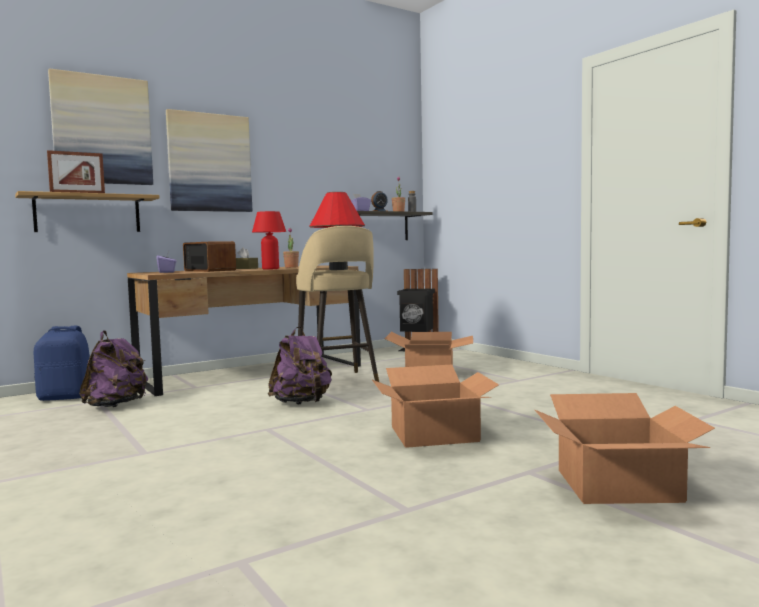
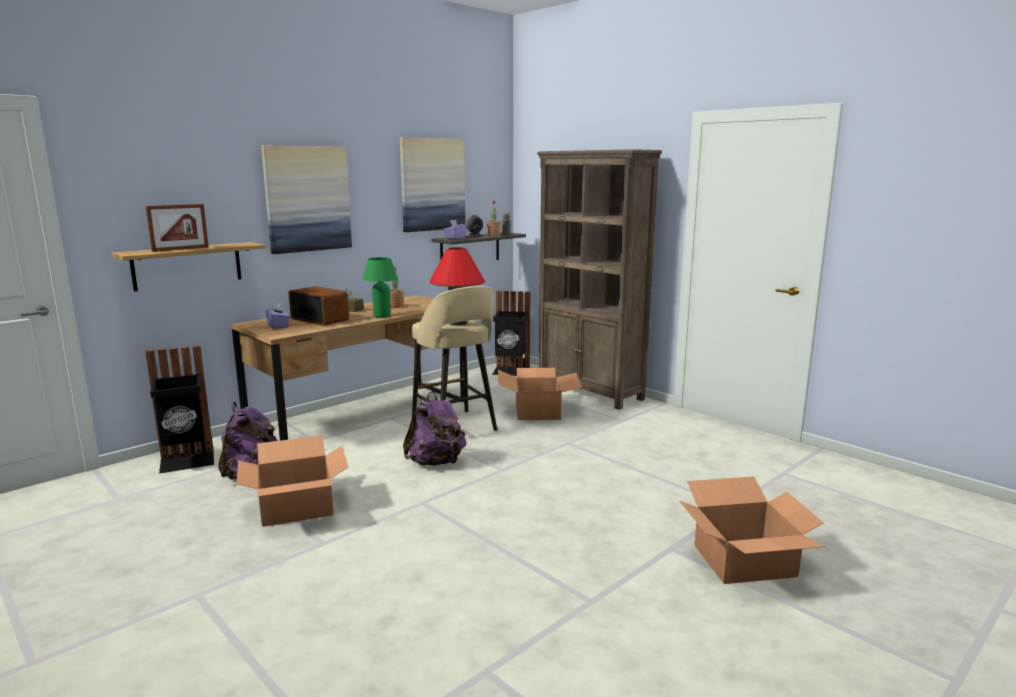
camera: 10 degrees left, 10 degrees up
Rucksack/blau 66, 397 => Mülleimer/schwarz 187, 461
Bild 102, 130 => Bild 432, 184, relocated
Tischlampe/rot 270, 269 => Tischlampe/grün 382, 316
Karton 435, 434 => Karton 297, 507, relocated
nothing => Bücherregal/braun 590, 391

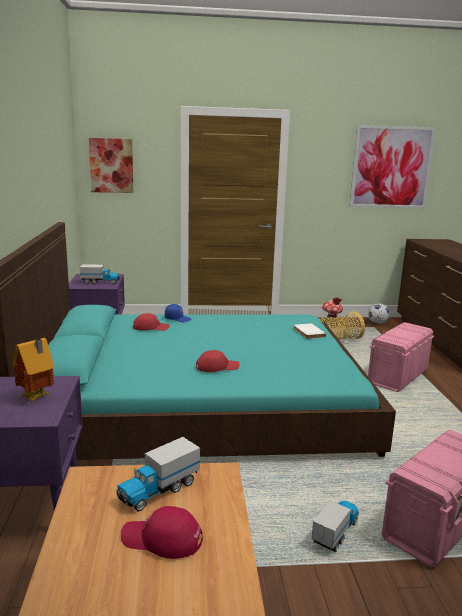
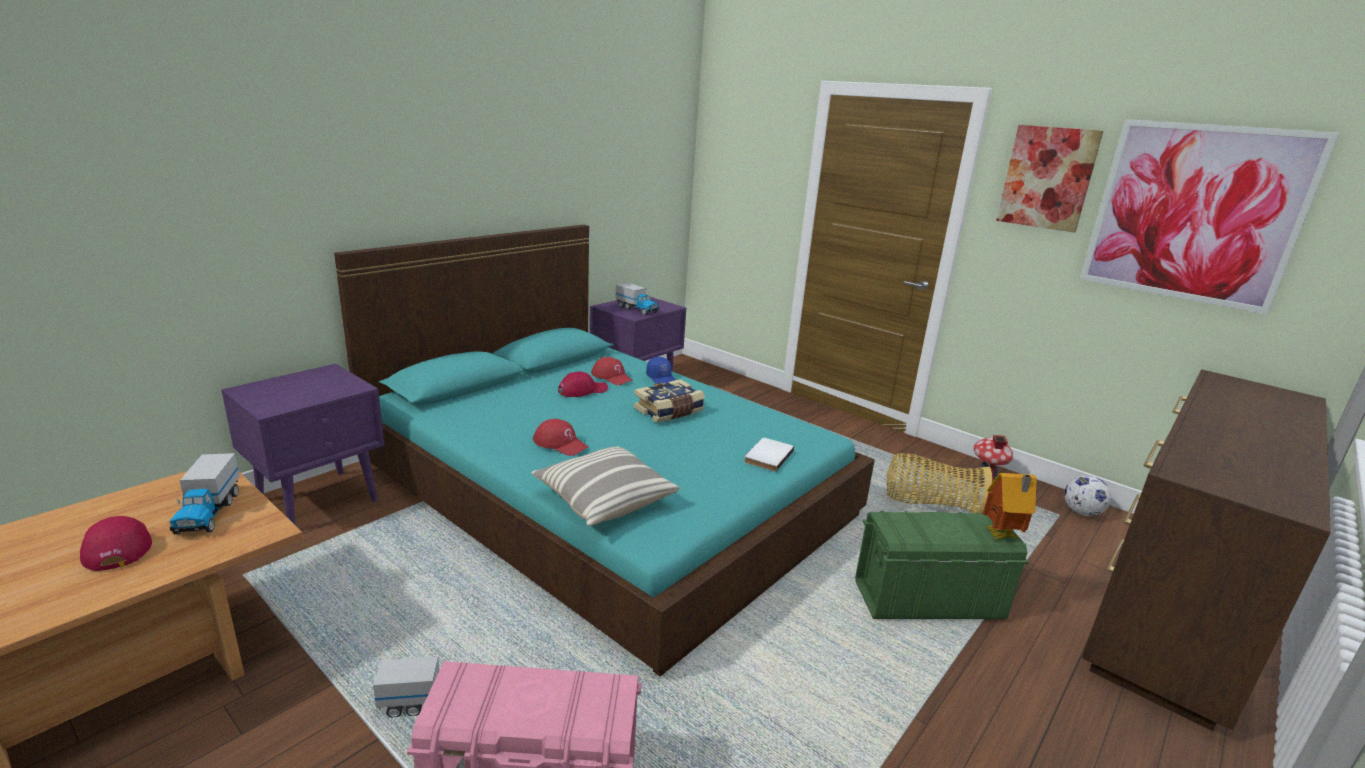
camera: 45 degrees right, 5 degrees up
Spielzeughaus 37, 397 => Spielzeughaus 1002, 536, relocated
Bild 111, 165 => Bild 1047, 178, relocated
Spielzeuglaster 158, 490 => Spielzeuglaster 208, 513, 105 degrees counterclockwise
Aufbewahrungsbox/rosa 397, 377 => Aufbewahrungsbox/grün 927, 600
nothing => Kissen 604, 499
nothing => Kappe/rot 582, 390
nothing => Buch 669, 411

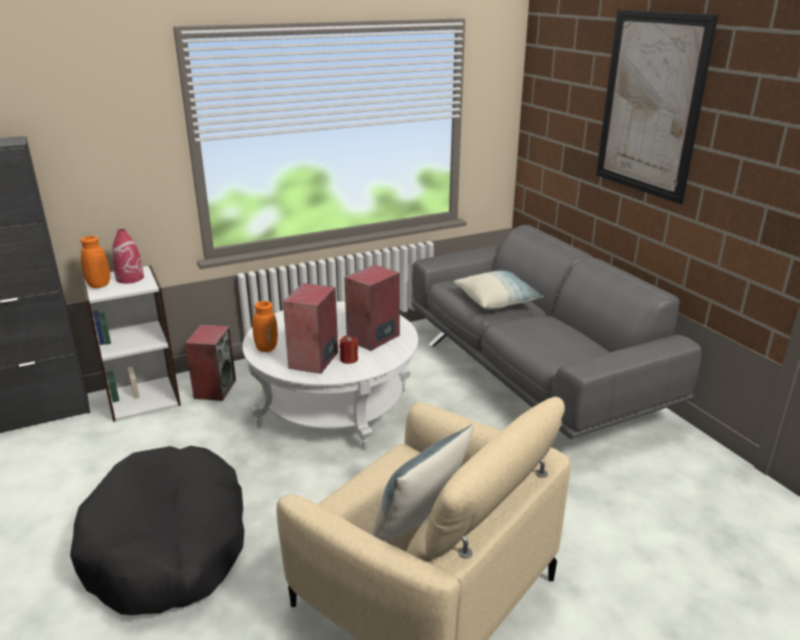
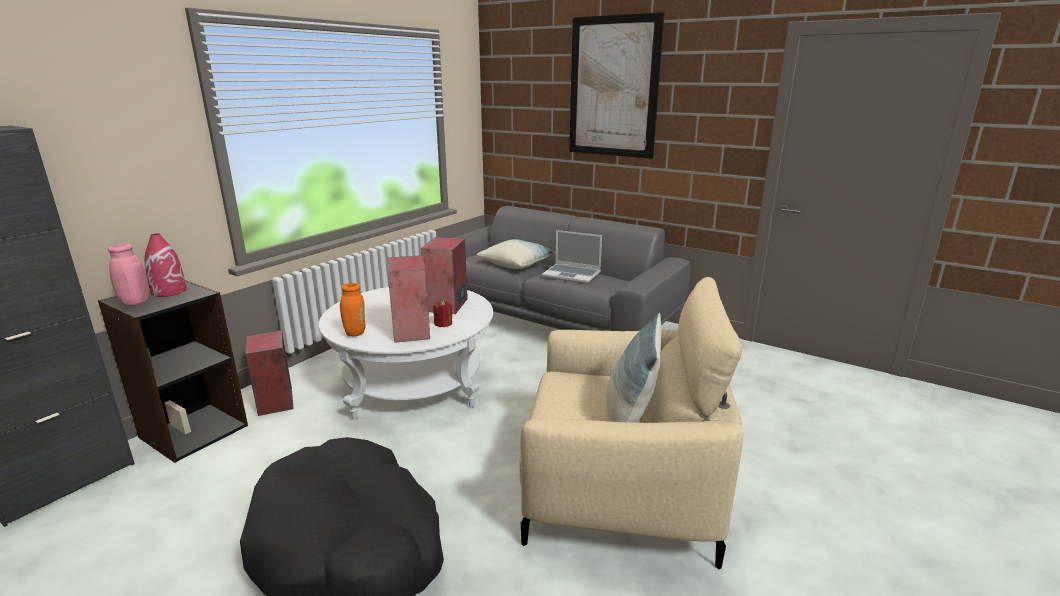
camera: 30 degrees left, 5 degrees down
Vase/orange 98, 286 => Vase/rosa 135, 304
Bücherregal/weiß 143, 397 => Bücherregal/schwarz 193, 431
nothing => Laptop 572, 275

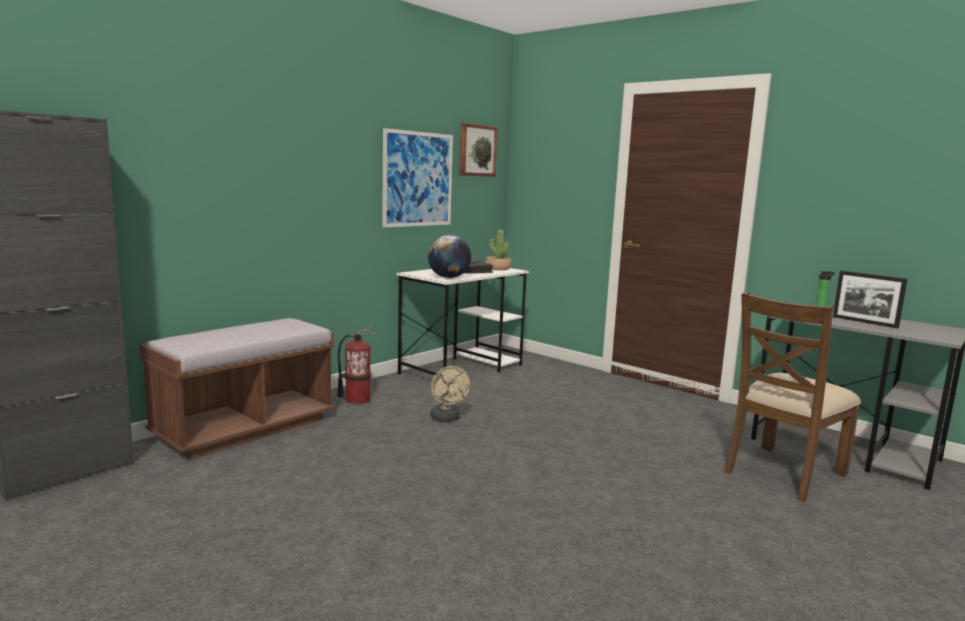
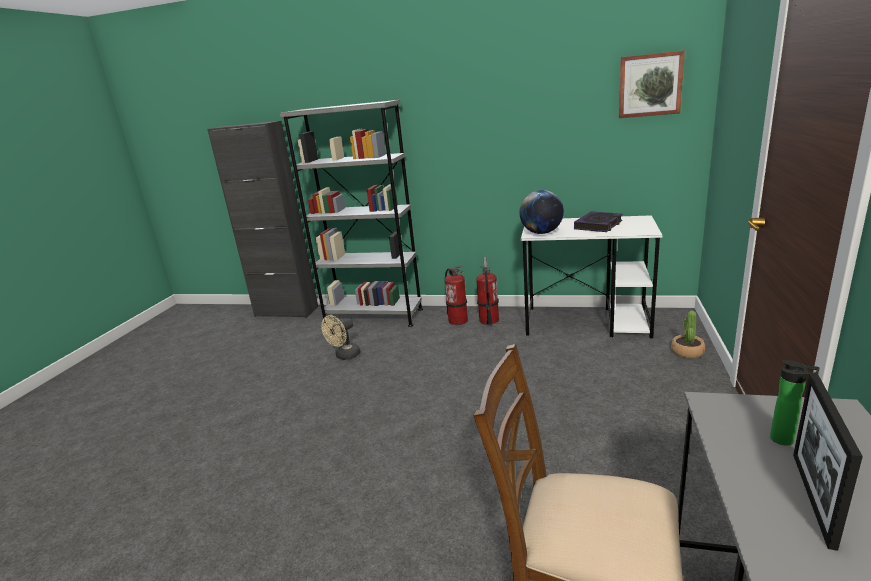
camera: 65 degrees right, 10 degrees up
Bank/braun 245, 428 => Bücherregal/grau 373, 316
Bild 418, 179 => nothing
Ventilator/beige 447, 419 => Ventilator/beige 345, 356, relocated
Topfpflanze 497, 268 => Topfpflanze 687, 352, relocated
nothing => Feuerlöscher 488, 320

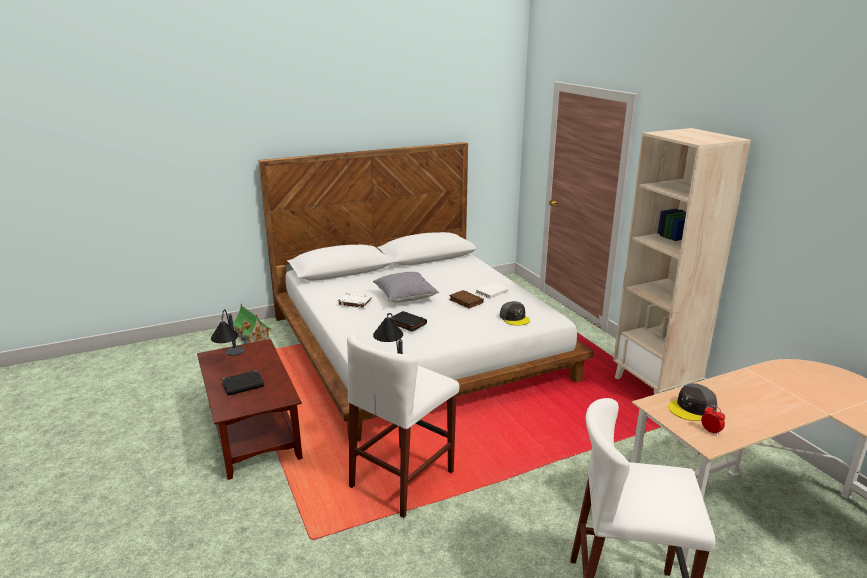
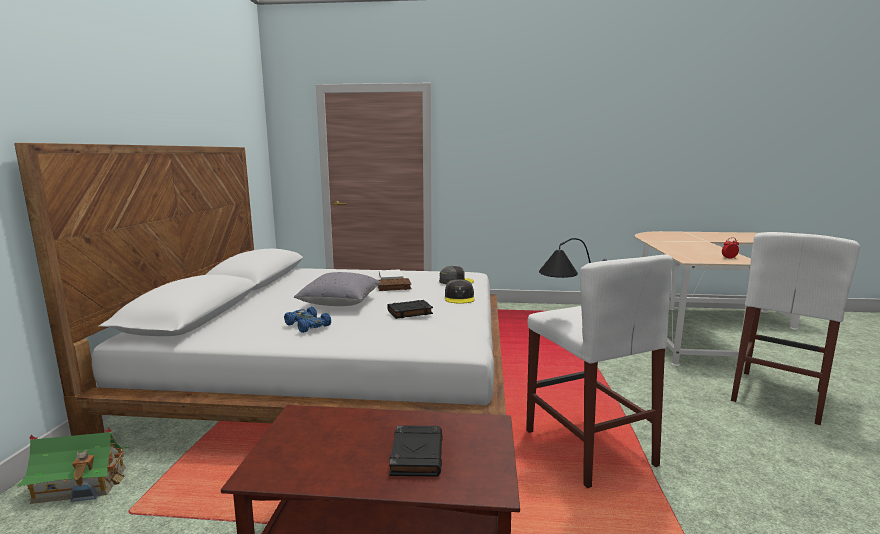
camera: 60 degrees left, 10 degrees down
Tischlampe 231, 360 => nothing
Buch/weiß 354, 303 => Spielzeugauto/blau 307, 325
Bücherregal/beige 655, 387 => nothing
Kappe/grau 692, 408 => Kappe/grau 459, 298, relocated

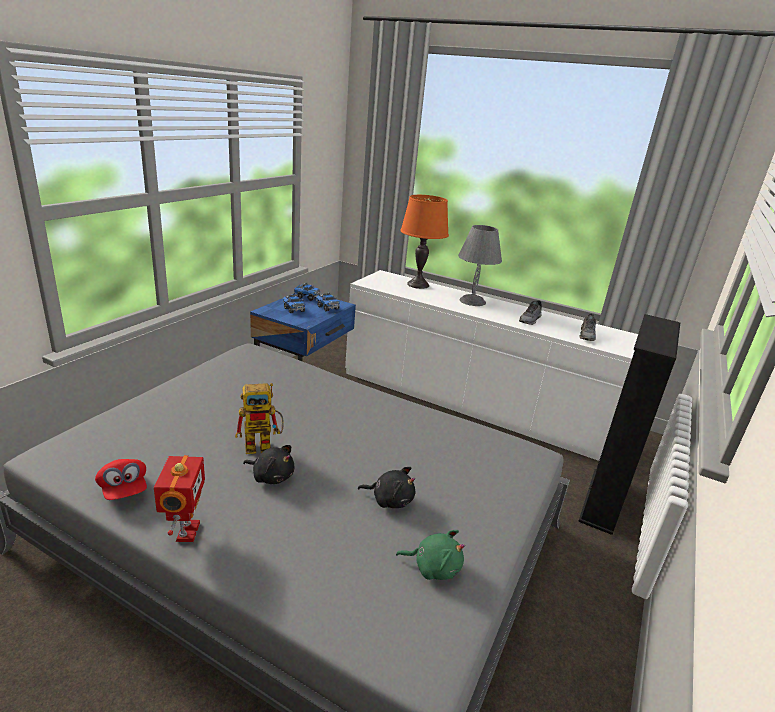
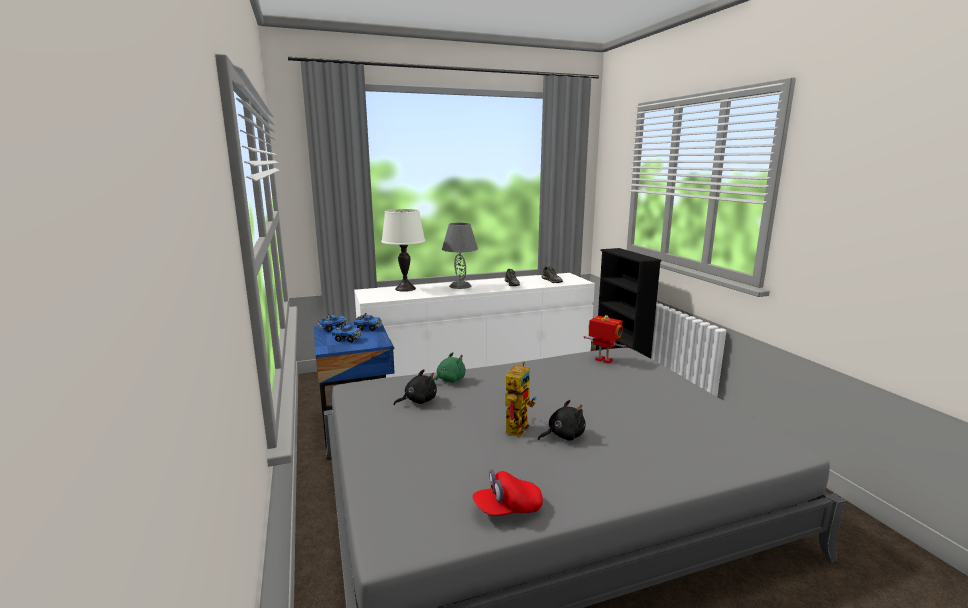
camera: 45 degrees left, 10 degrees down
Kappe/rot 124, 489 => Kappe/rot 507, 509, 150 degrees clockwise
Spielzeugroboter 185, 532 => Spielzeugroboter 603, 360, relocated
Plüschtier/schwarz 390, 499 => Plüschtier/schwarz 418, 401, relocated
Plüschtier/grün 433, 567 => Plüschtier/grün 448, 380, relocated
Tischlampe/orange 418, 285 => Tischlampe/weiß 405, 289

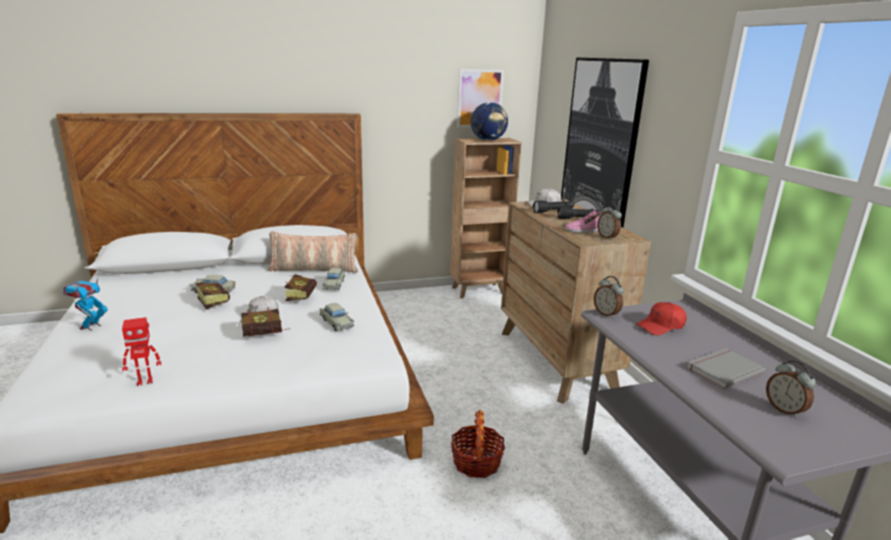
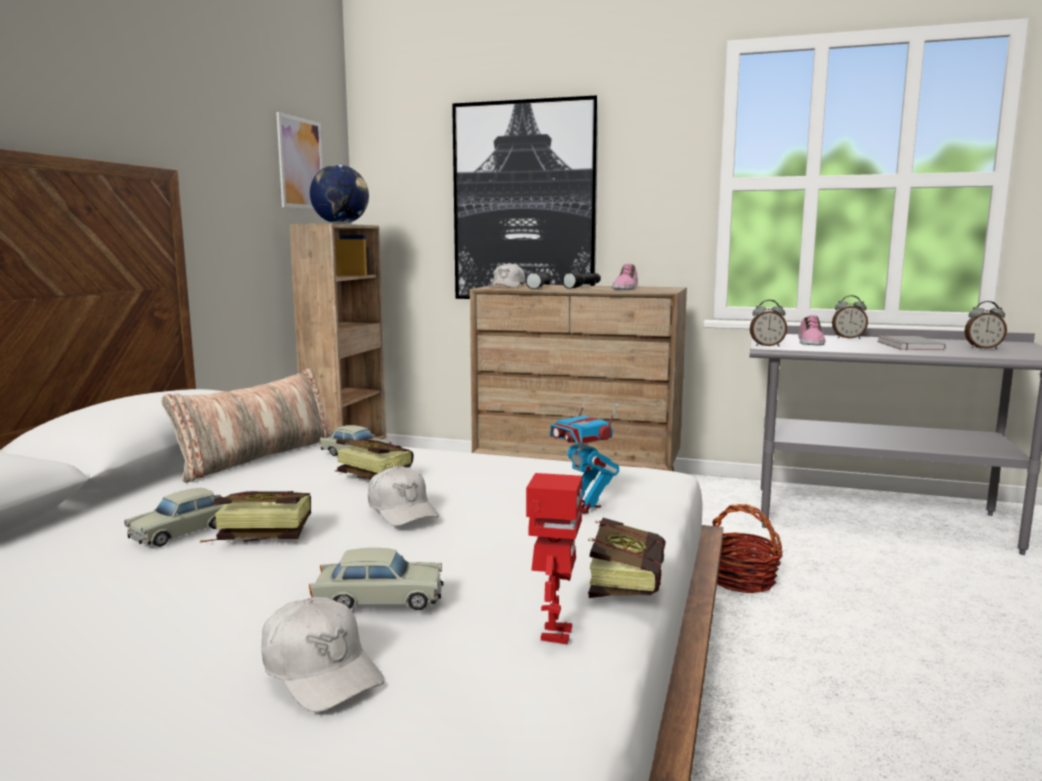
camera: 55 degrees left, 10 degrees down
Spielzeugroboter 91, 327 => Spielzeugroboter 583, 507, relocated
Buch 267, 335 => Buch 627, 584, relocated
Spielzeugauto/beige 336, 322 => Spielzeugauto/beige 379, 598, relocated
Wecker 607, 237 => Wecker 848, 338, relocated
Kappe/rot 661, 326 => Schuh 809, 342
nothing => Kappe/weiß 321, 671

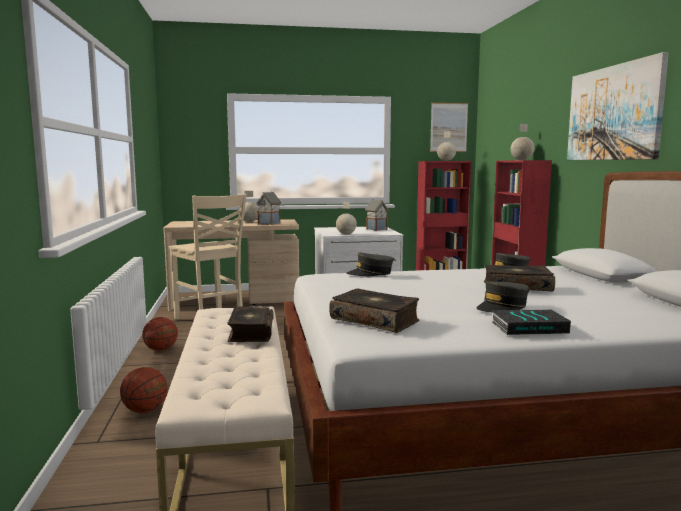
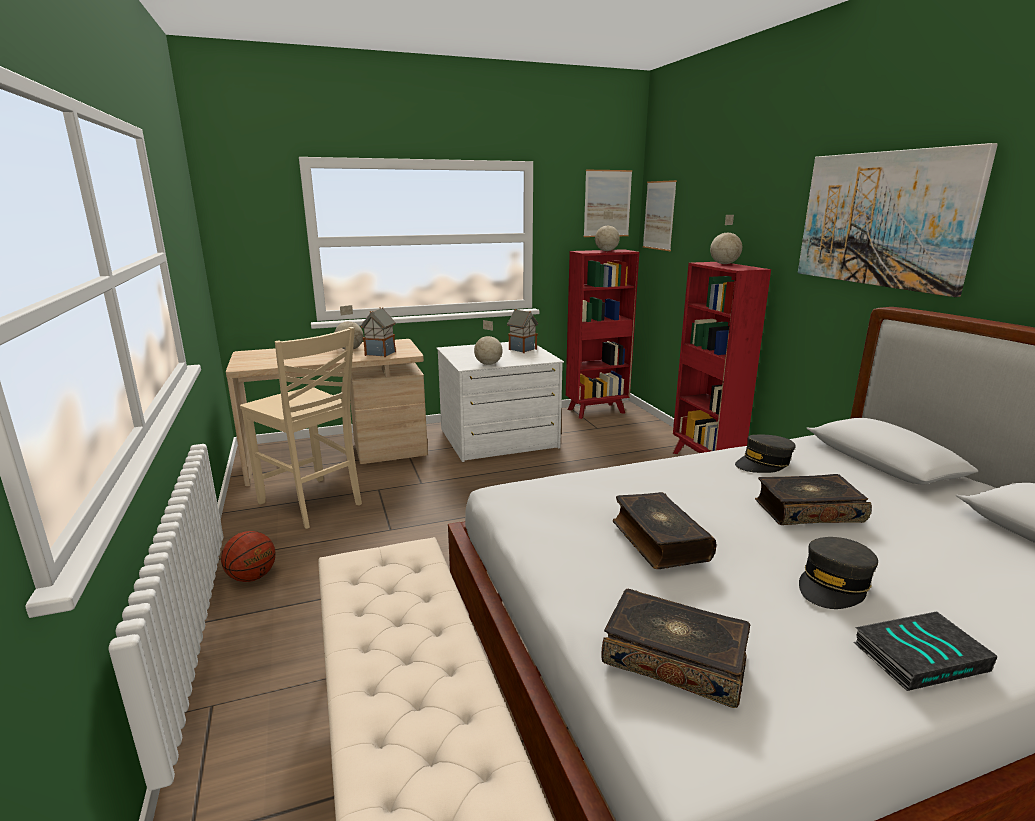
camera: 10 degrees left, 10 degrees up
Basketball 145, 410 => nothing
Buch 250, 333 => Buch 658, 540, relocated
Kappe/grau 370, 273 => nothing
nothing => Bild 659, 215

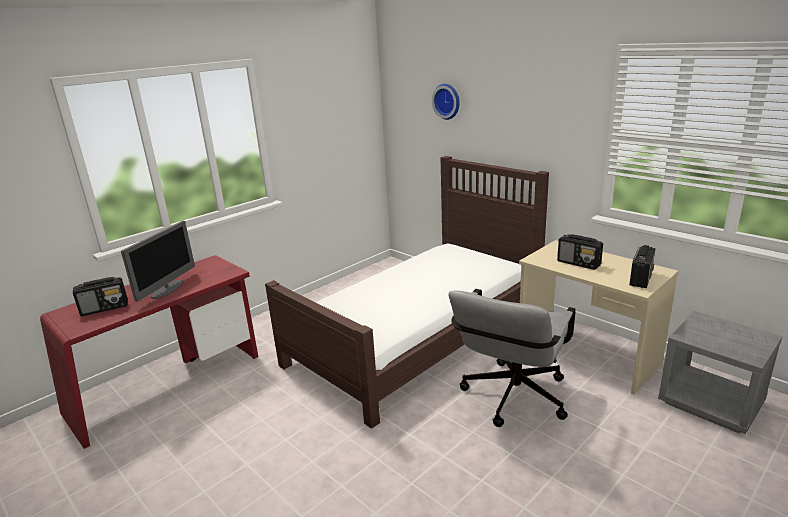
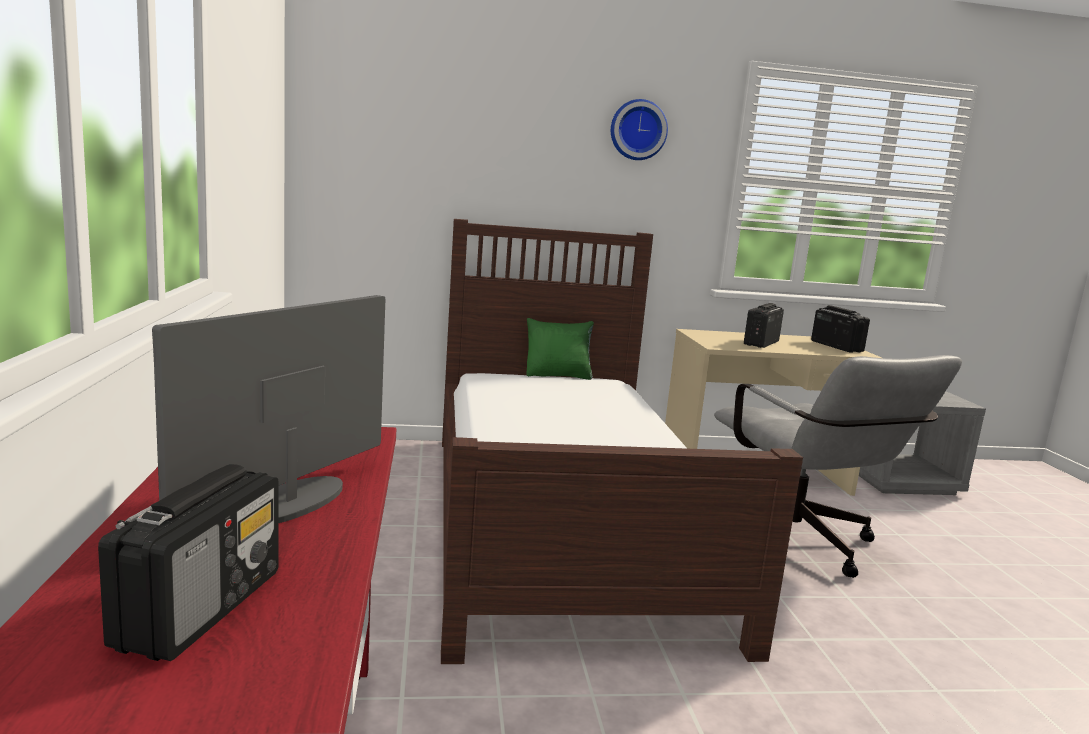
camera: 55 degrees left, 10 degrees down
Monitor 168, 289 => Monitor 288, 503, 120 degrees counterclockwise
Wanduhr 447, 101 => Wanduhr 637, 130, relocated
Radio 579, 263 => Radio 761, 343, 135 degrees clockwise
nothing => Kissen/grün 558, 376

